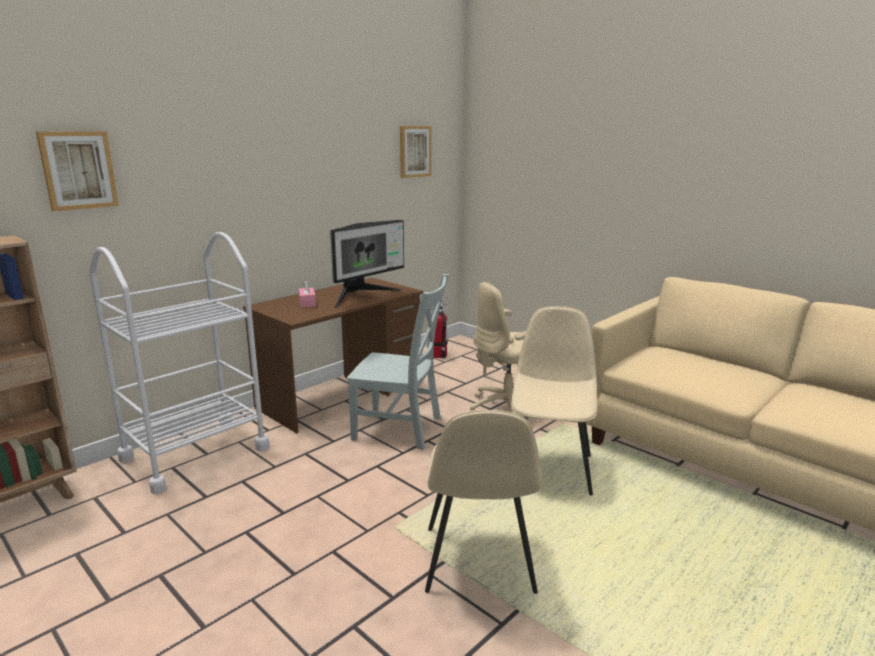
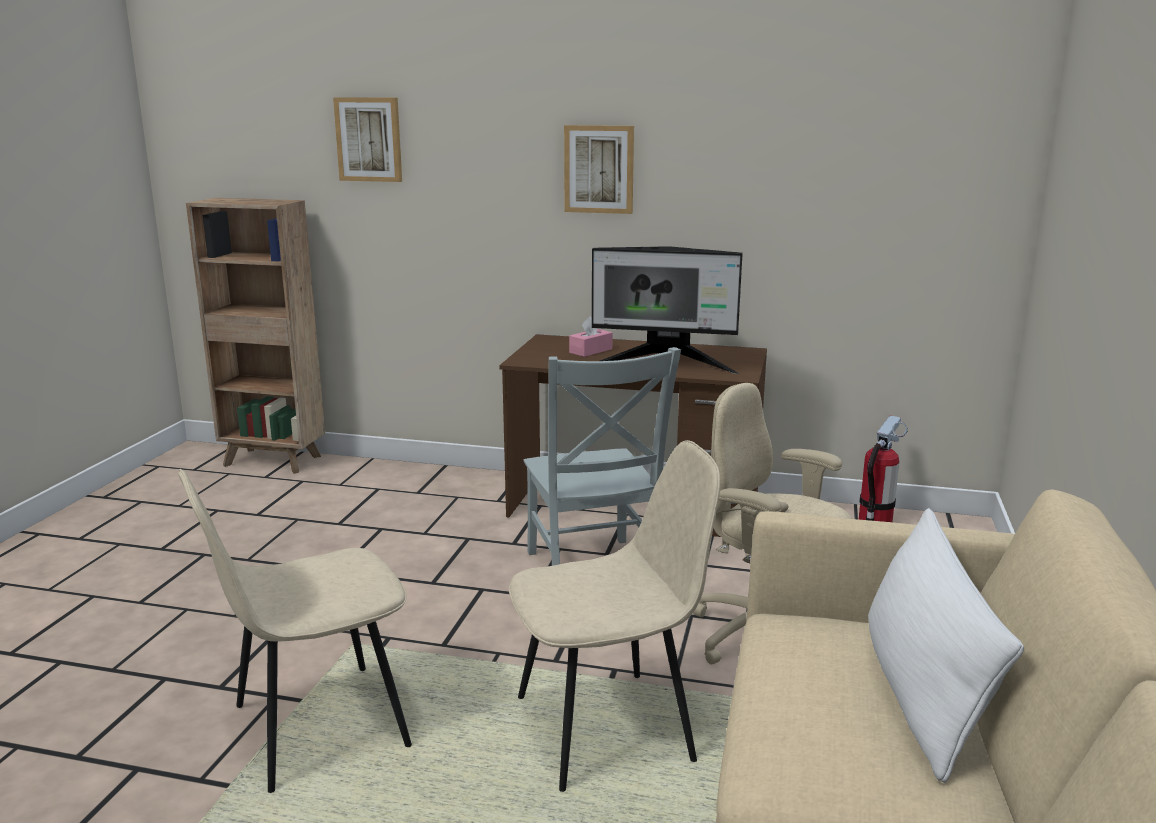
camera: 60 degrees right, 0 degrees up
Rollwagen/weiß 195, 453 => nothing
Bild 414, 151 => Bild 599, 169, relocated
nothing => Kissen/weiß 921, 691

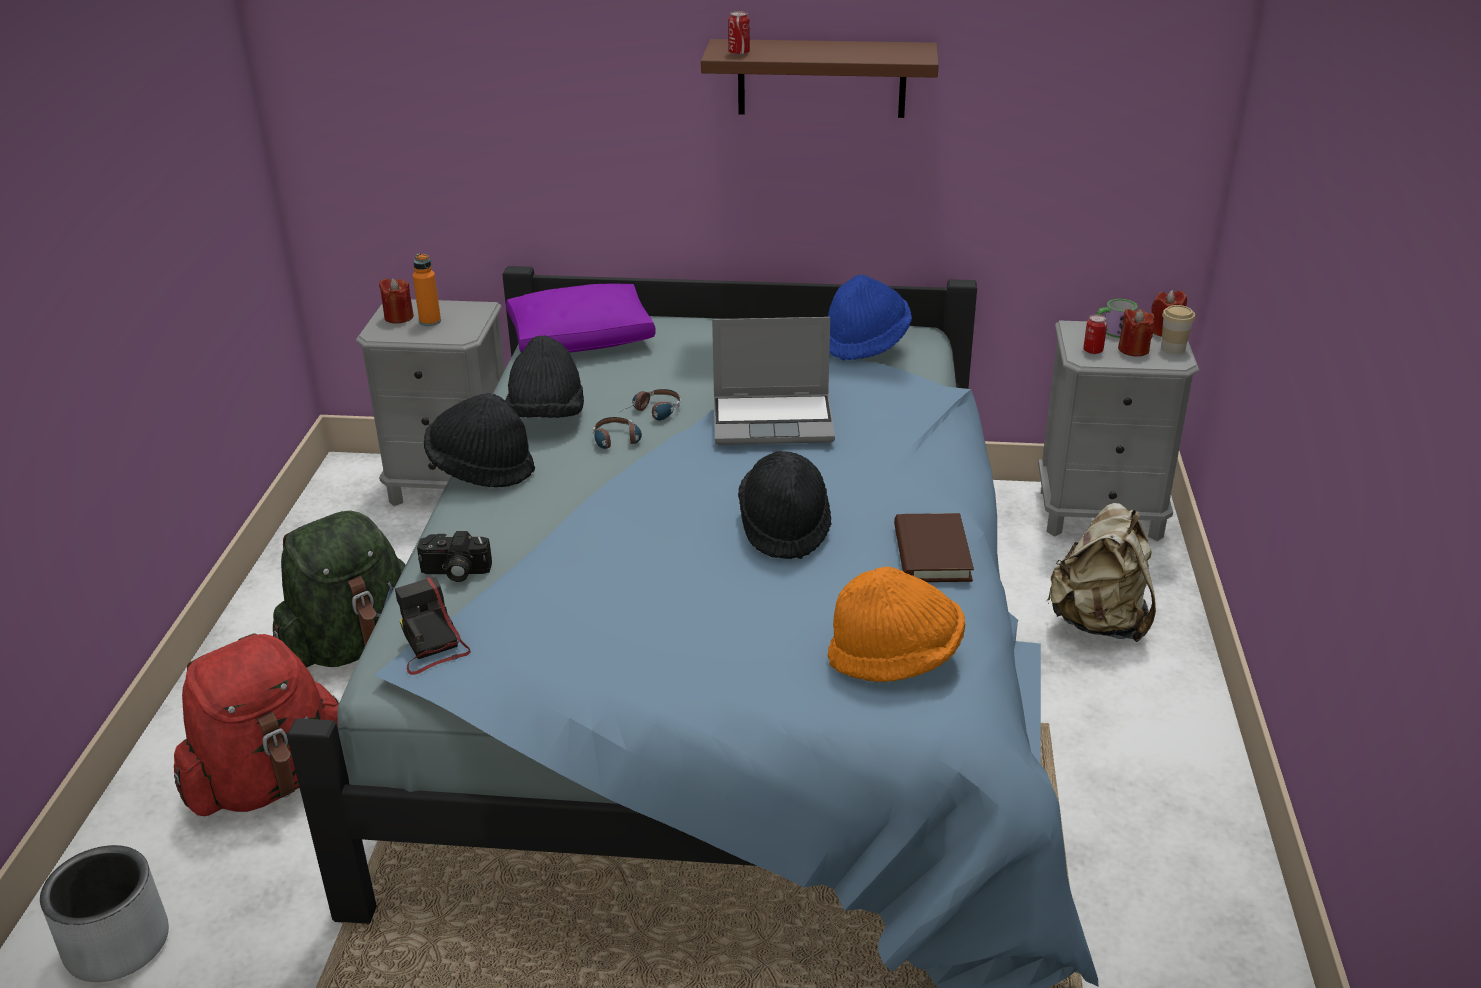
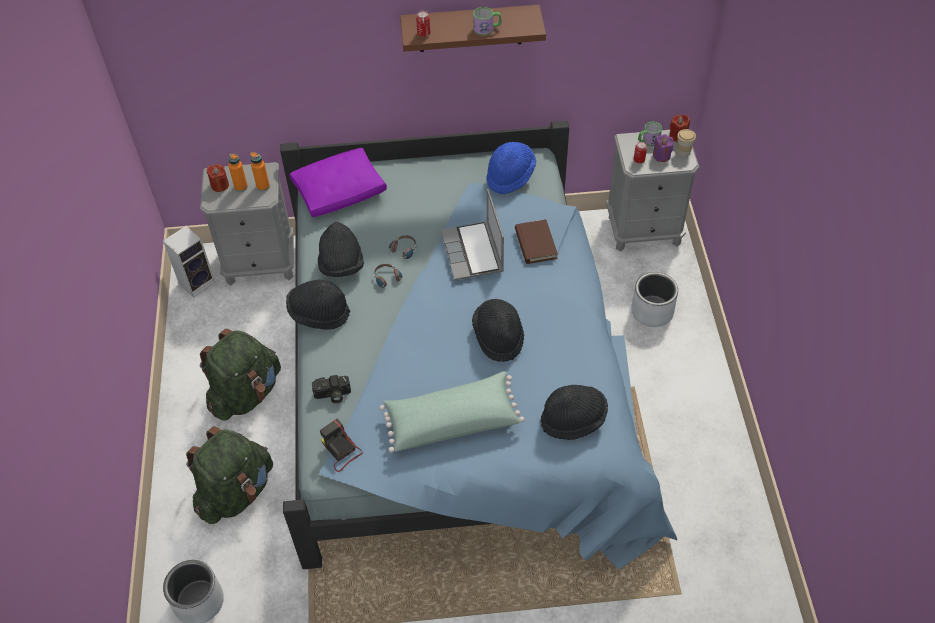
camera: 10 degrees left, 20 degrees up
Rucksack/rot 270, 781 => Rucksack/grün 236, 492
Laptop 774, 421 => Laptop 473, 253, 90 degrees clockwise
Hut/orange 895, 657 => Hut/schwarz 573, 420
Buch/braun 932, 553 => Buch/braun 535, 244, relocated
Rucksack/beige 1099, 622 => Pflanzkübel/grau 652, 312
Kerze/rot 1133, 349 => Kerze/lila 661, 155
nothing => Lautsprecher 197, 282
nothing => Flasche/orange 263, 186
nothing => Kissen/grün 451, 420
nothing => Henkelbecher 487, 28

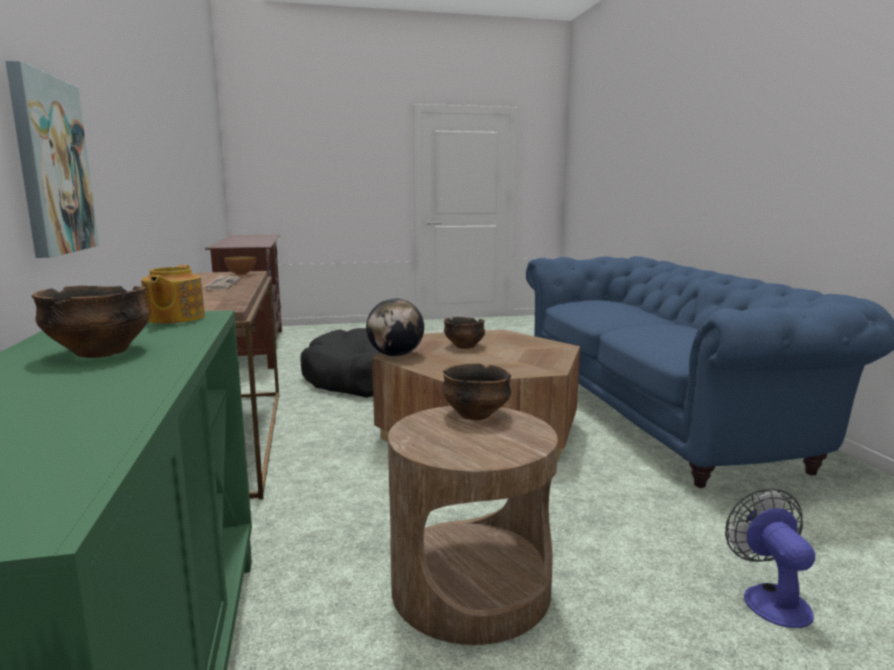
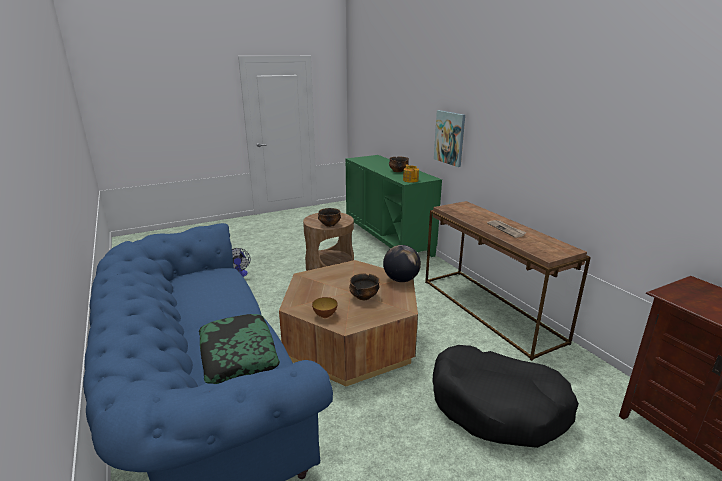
camera: 165 degrees right, 10 degrees up
Schüssel 241, 275 => Schüssel 325, 315, relocated
nothing => Kissen 238, 355

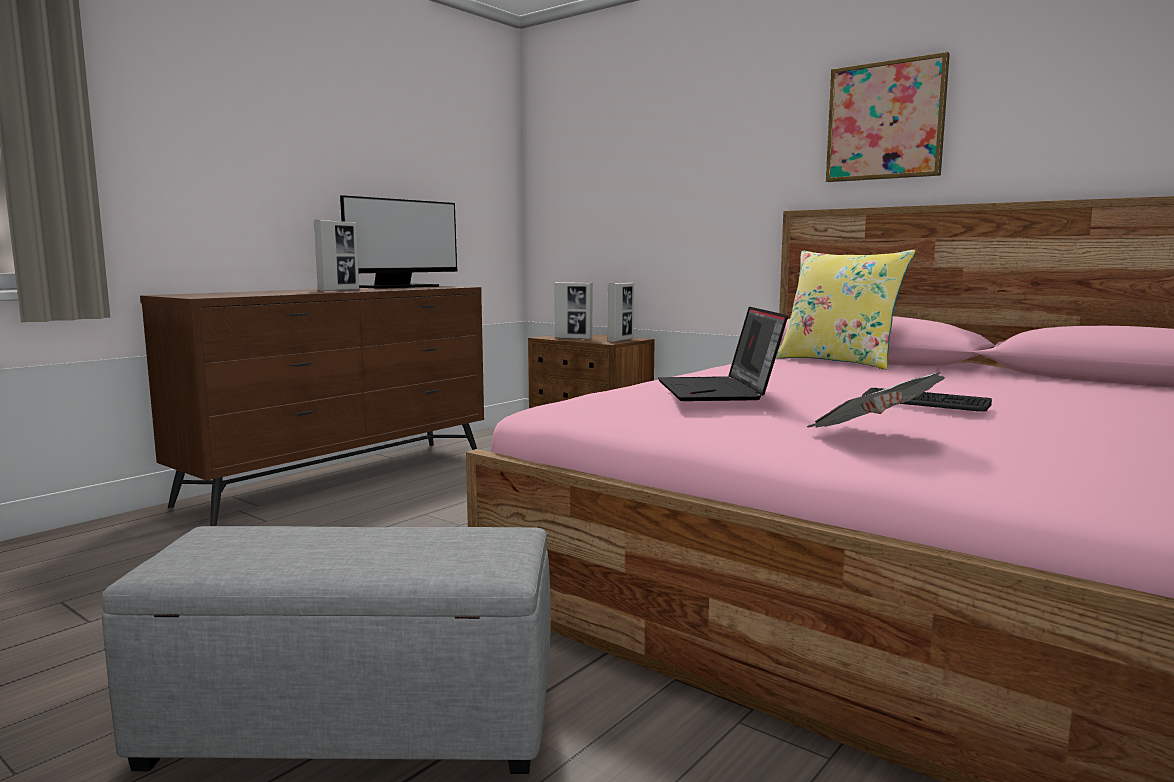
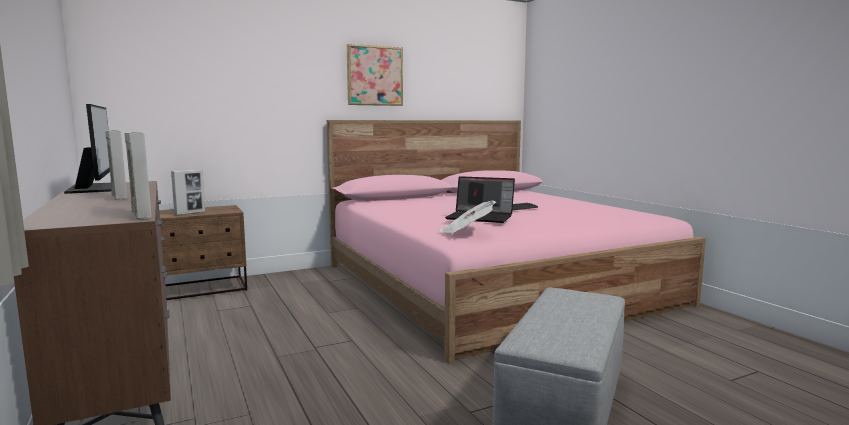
camera: 65 degrees left, 0 degrees up
Bilderrahmen 620, 340 => Bilderrahmen 141, 215, relocated
Kissen/gelb 838, 362 => nothing
Zeitung 871, 437 => Zeitung 466, 232, relocated

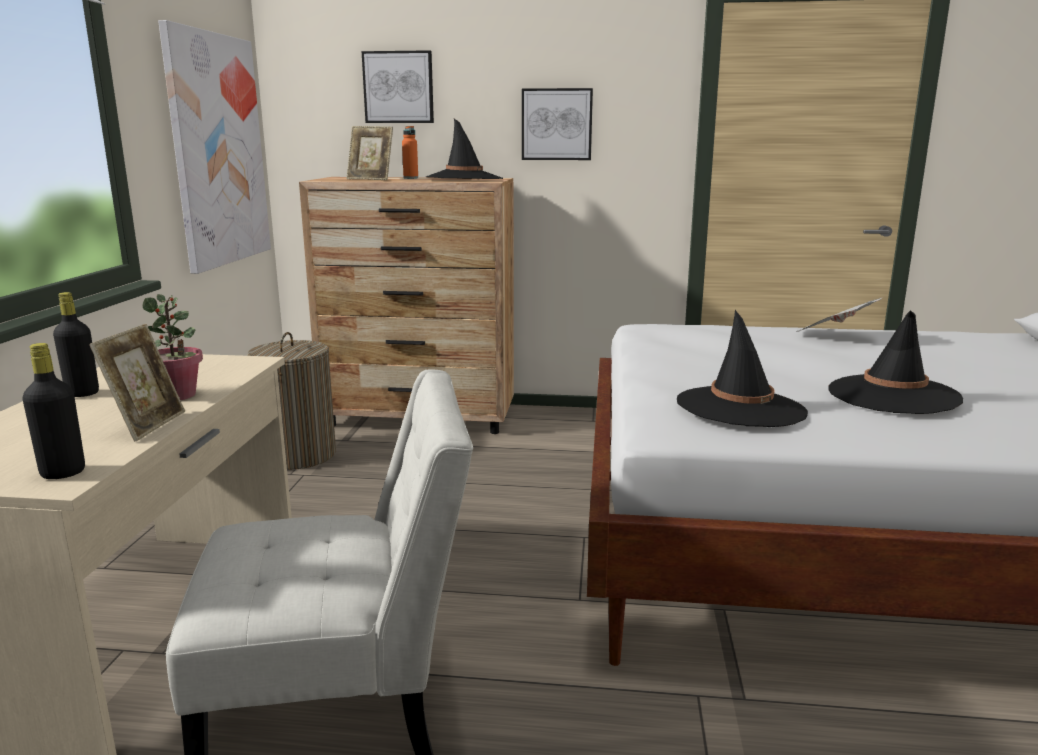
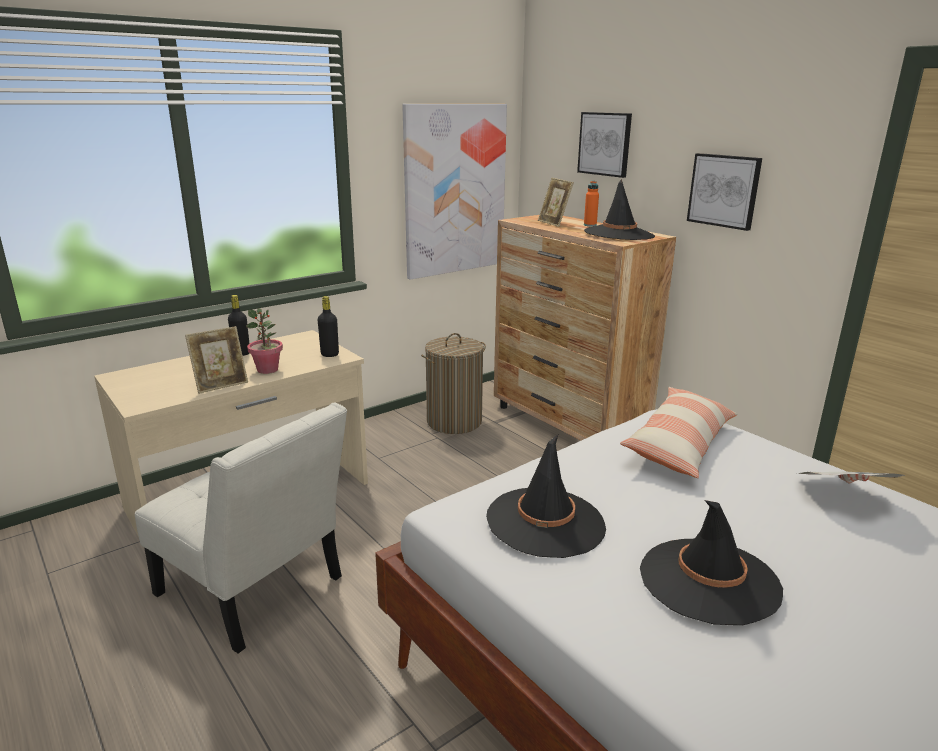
camera: 45 degrees right, 5 degrees up
Flasche/schwarz 63, 473 => Flasche/schwarz 329, 354, relocated
nothing => Kissen 679, 444

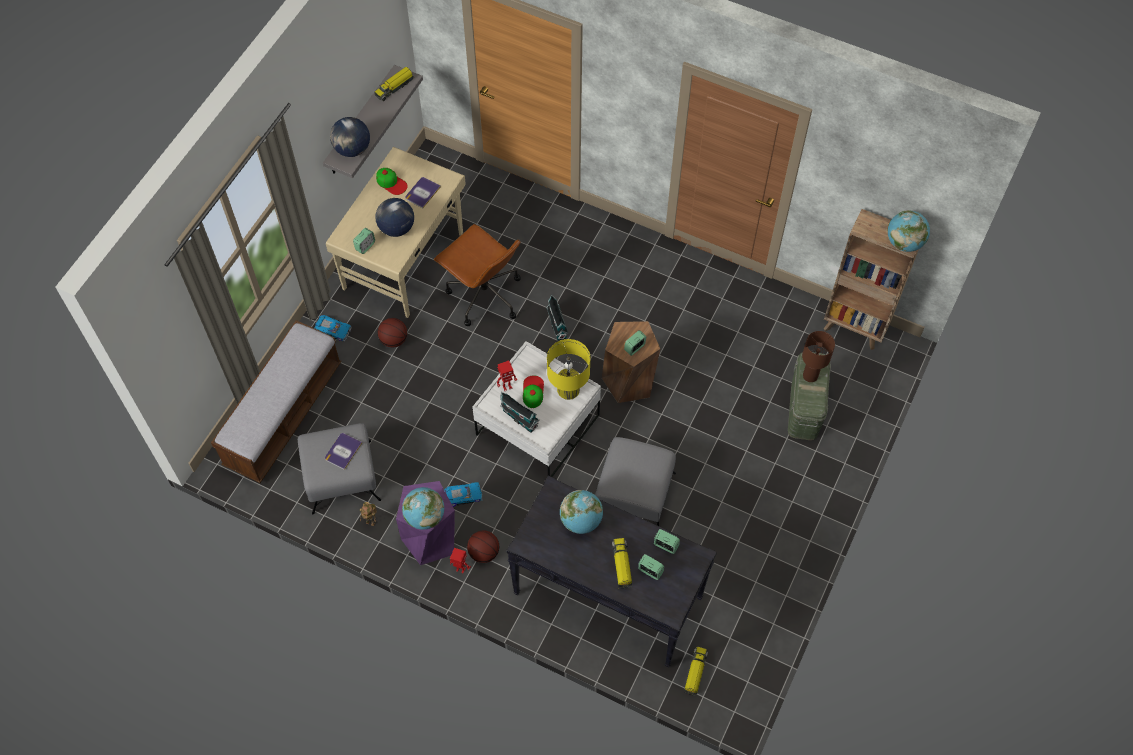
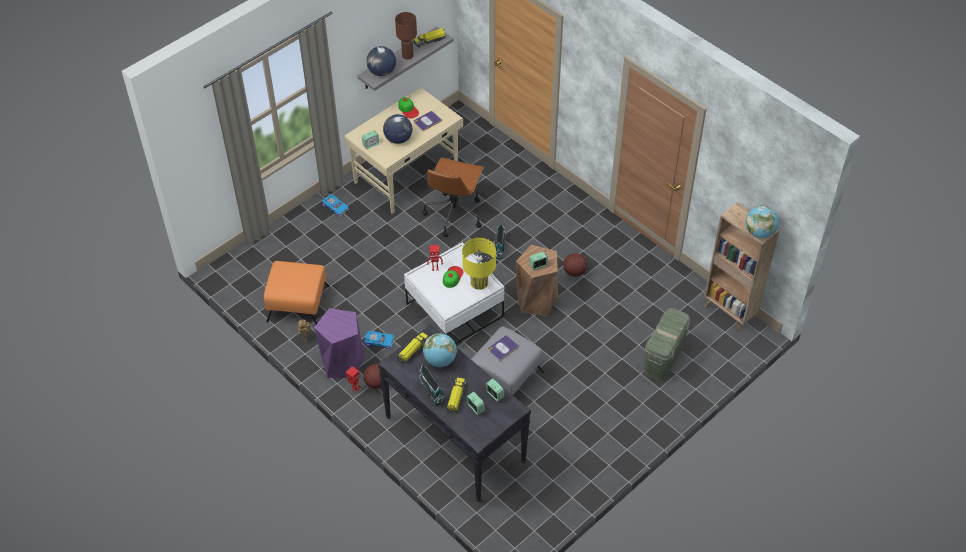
camera: 20 degrees right, 10 degrees down
Bank 284, 415 => nothing
Polsterhocker/grau 341, 476 => Polsterhocker/orange 297, 303
Buch 343, 451 => Buch 503, 348, relocated
Basketball 394, 340 => Basketball 574, 272, relocated
Globus 424, 516 => nothing
Bürostuhl/braun 483, 295 => Bürostuhl/braun 454, 213, 45 degrees clockwise
Spielzeughaus 519, 417 => Spielzeughaus 431, 391, relocated
Spielzeuglaster 695, 673 => Spielzeuglaster 413, 350, relocated
Tischlampe/braun 809, 376 => Tischlampe/braun 407, 55, relocated

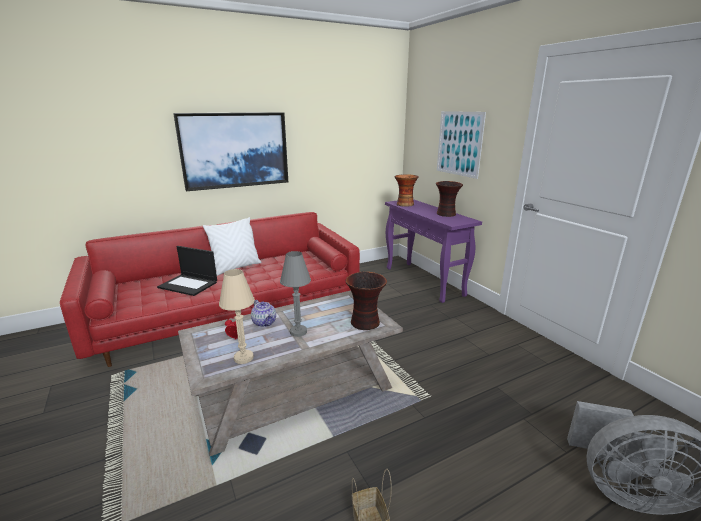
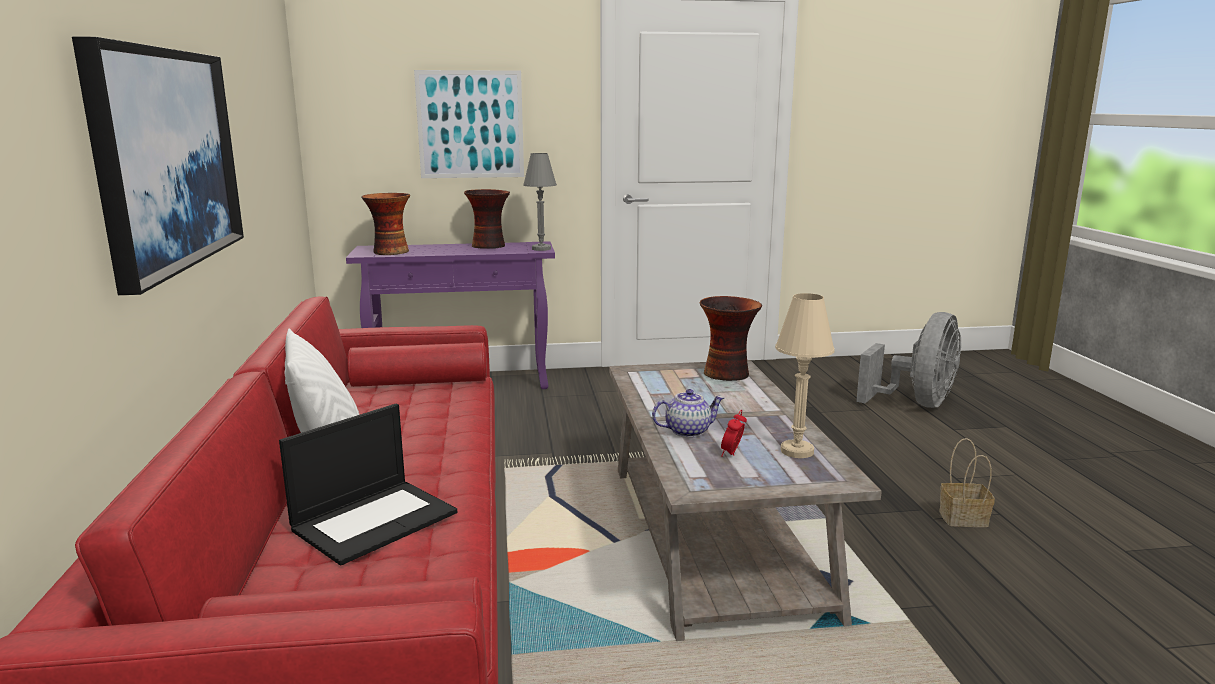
camera: 70 degrees left, 5 degrees down
Tischlampe/grau 298, 332 => Tischlampe/grau 541, 249, relocated

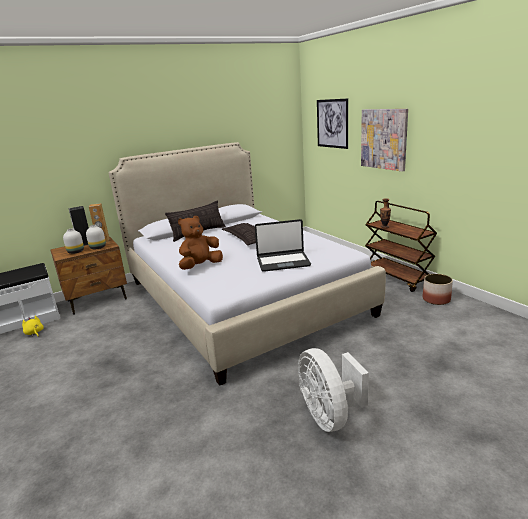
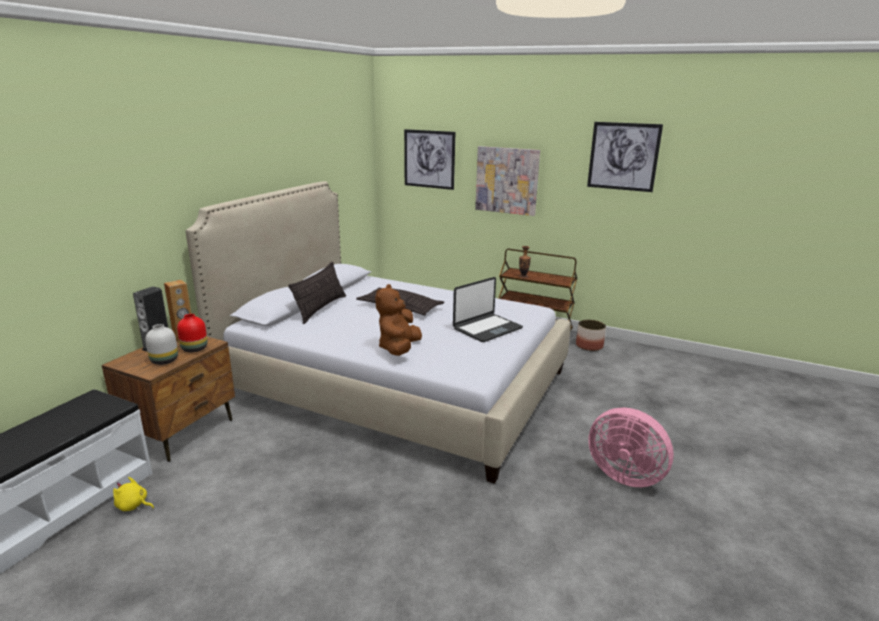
camera: 35 degrees left, 0 degrees up
Vase/weiß 97, 247 => Vase/rot 194, 349
Ventilator/weiß 329, 415 => Ventilator/rosa 624, 474
nothing => Bild 623, 156

